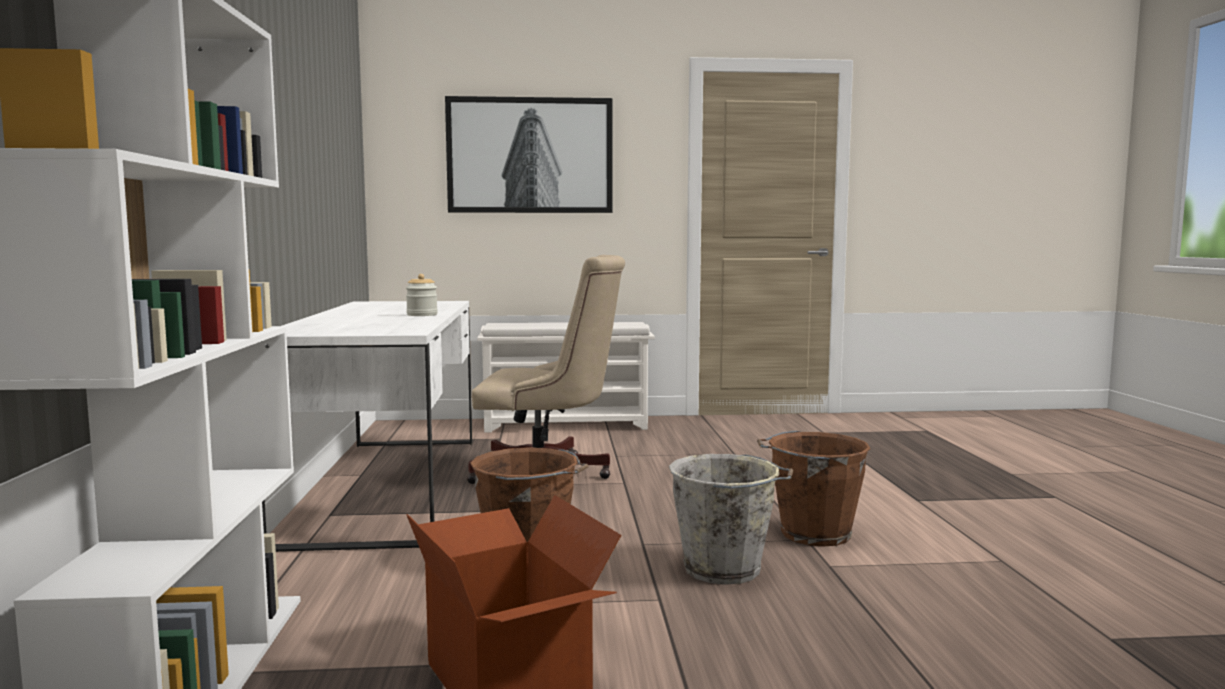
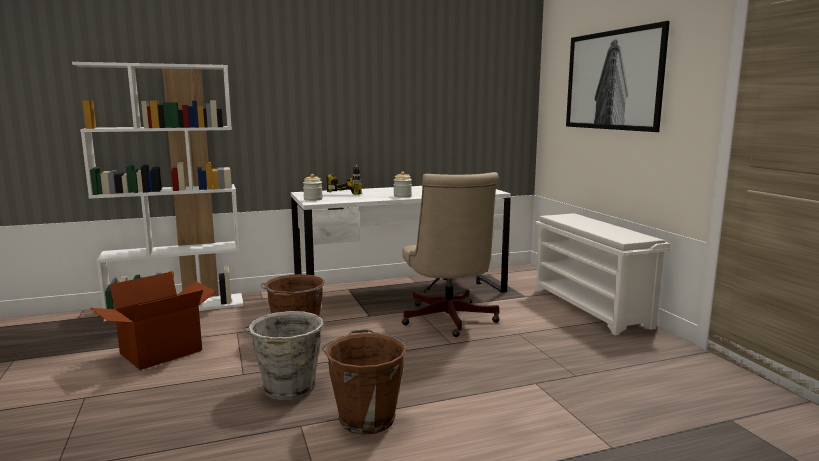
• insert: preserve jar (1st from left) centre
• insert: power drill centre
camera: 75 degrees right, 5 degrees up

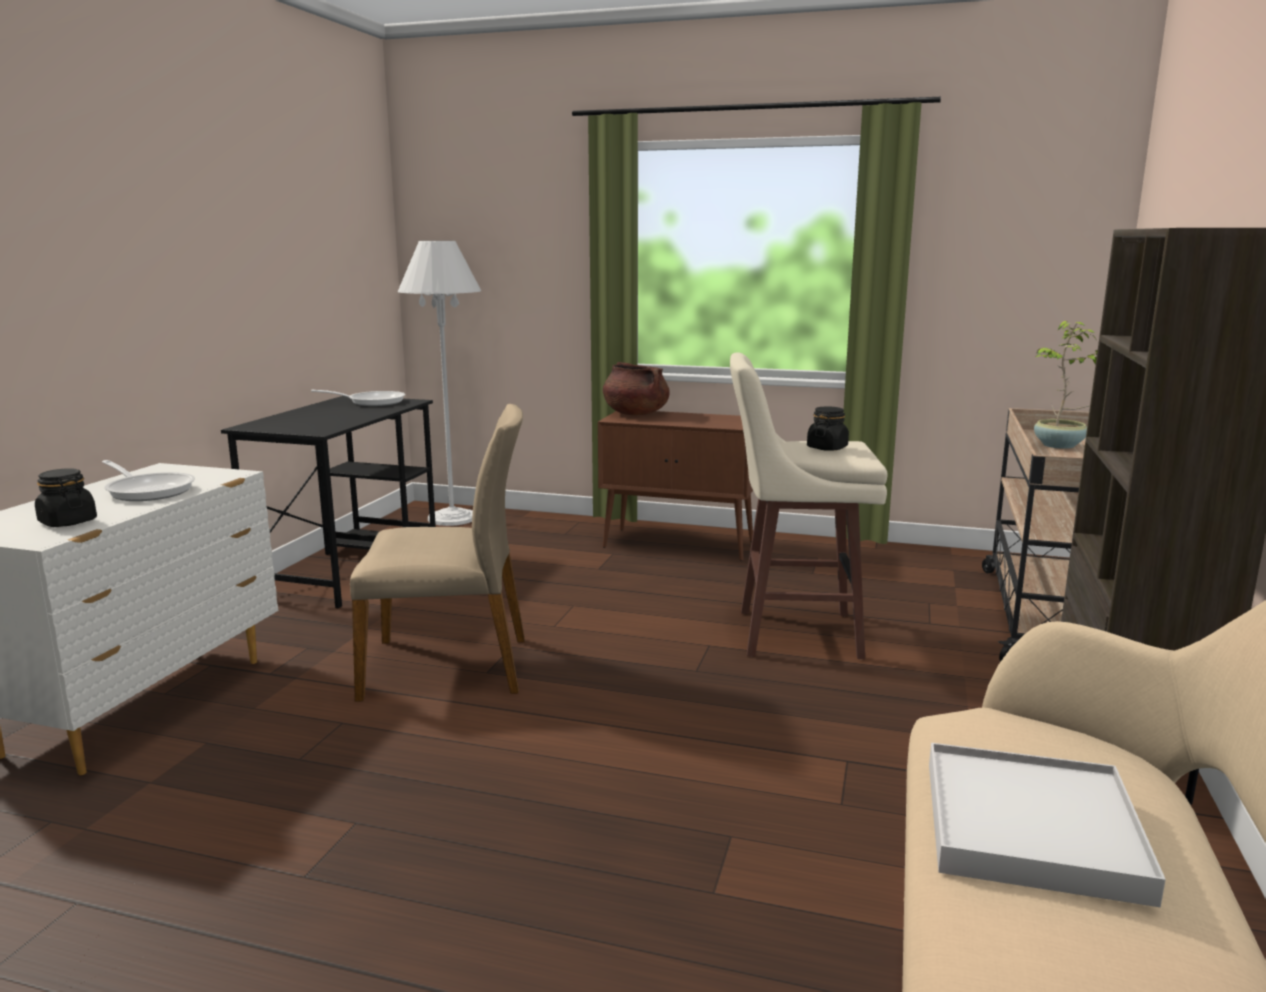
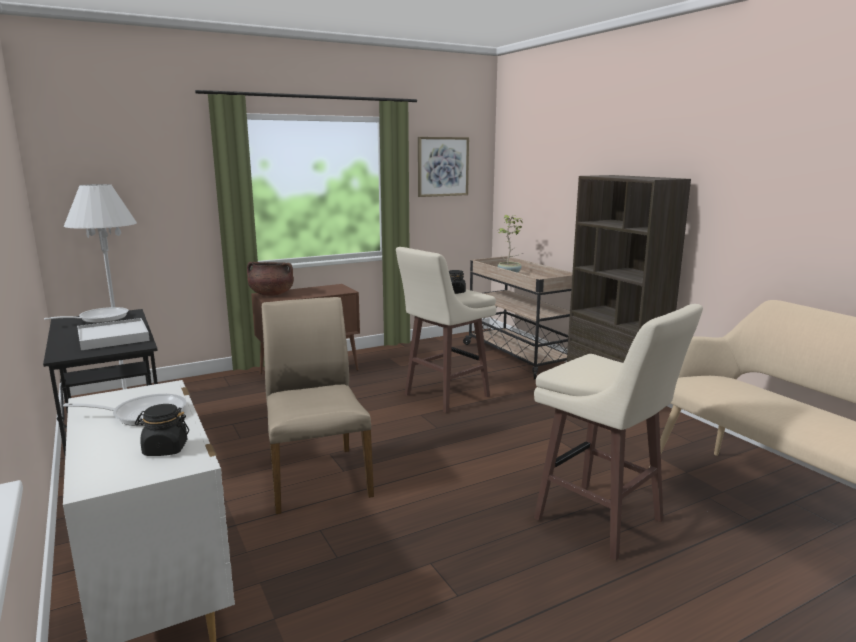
• rotate: upright chair/beige centre = centre 60 degrees counterclockwise
• move: tray/white bottom right to middle left
• insert: wall picture top centre
• insert: stool/beige (2nd from left) bottom right
camera: 45 degrees left, 0 degrees up

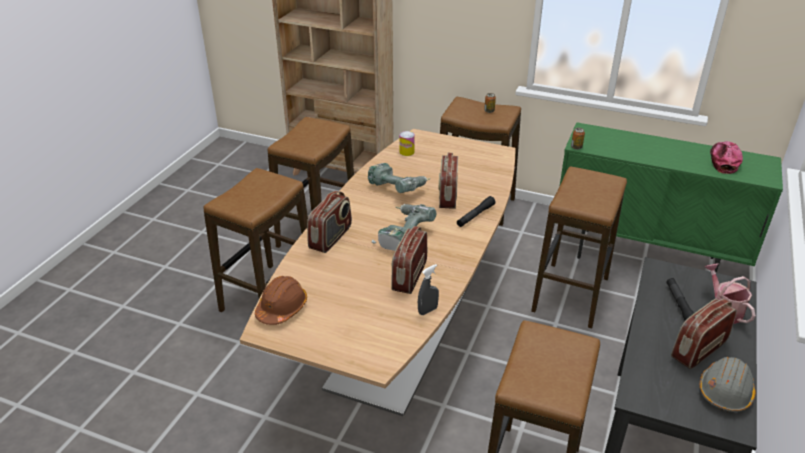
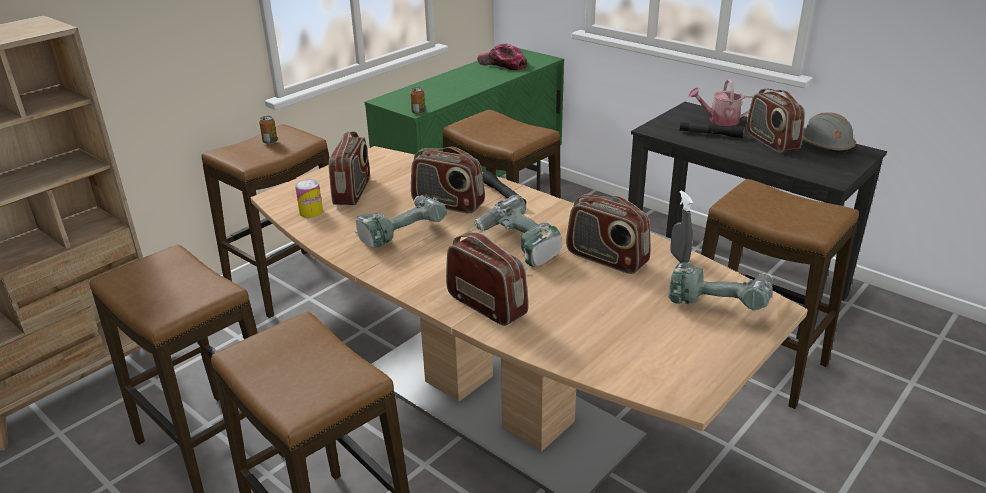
• delete: safety helmet/brown centre
• insert: radio (1st from left) centre
• insert: power drill (3rd from left) middle right
camera: 70 degrees left, 5 degrees down

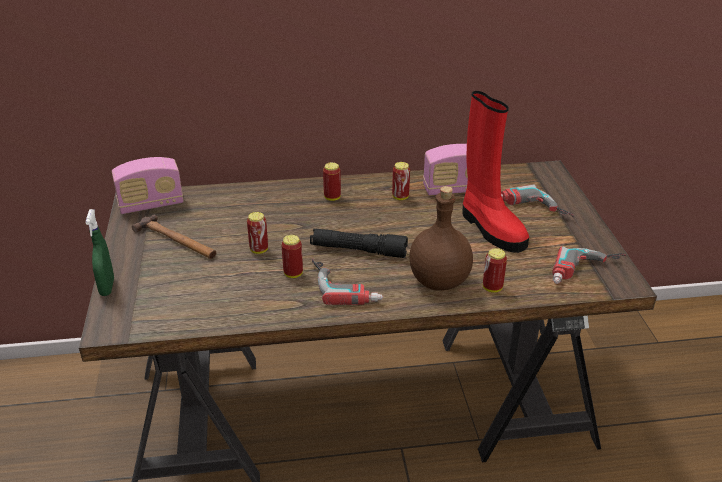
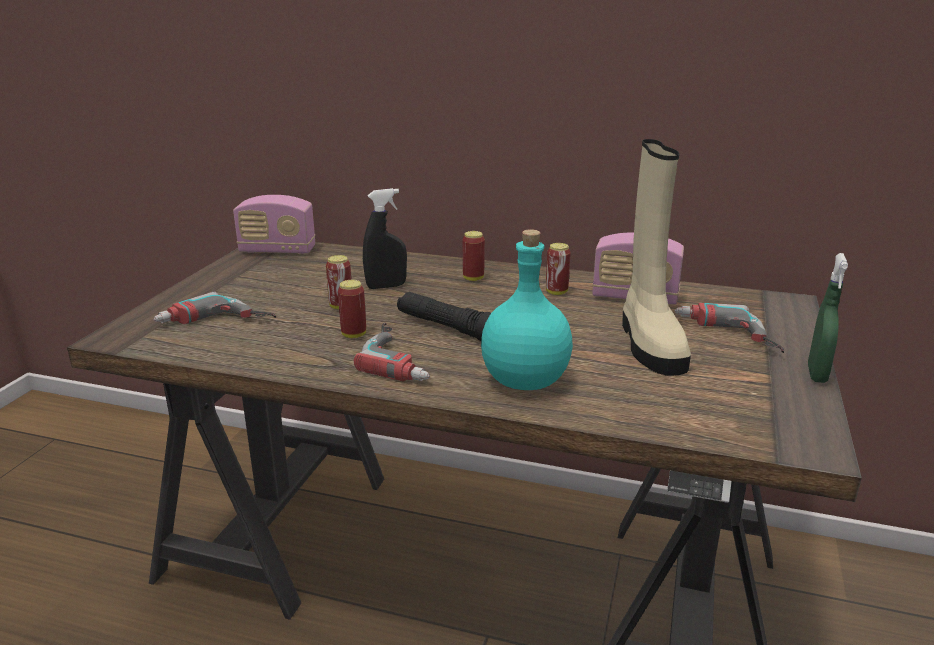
• move: sprayer/greenish middle left to middle right
• delete: hammer middle left
• recolor: bottle/brown centre to bottle/turquoise centre
• recolor: high-top boot/reddish middle right to high-top boot/beige middle right
• delete: sealed can (5th from left) middle right
• move: power drill (3rd from left in the first image) middle right to power drill (1st from left) middle left
• insert: sprayer/black centre
camera: 25 degrees right, 10 degrees down

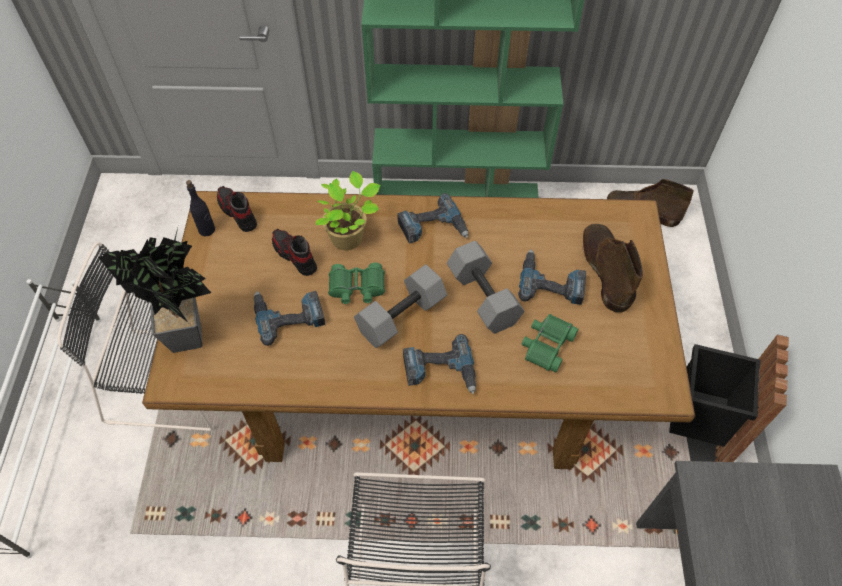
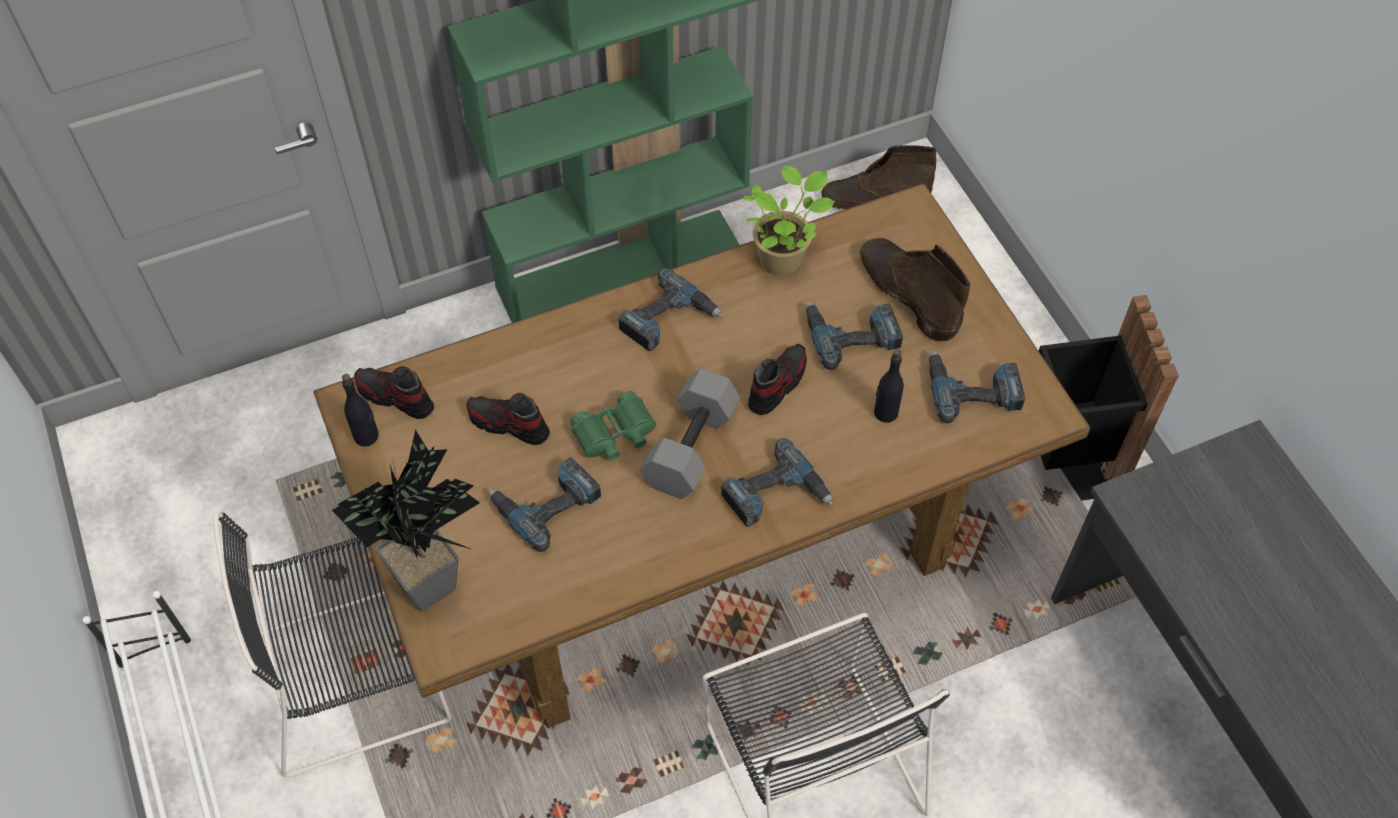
• move: potted plant (2nd from left) centre to top centre
• replace: hand weight/grey (2nd from left) centre to shoe (3rd from left) centre
• replace: pair of binoculars/greenish (2nd from left) centre to bottle/black (2nd from left) centre
• insert: power drill (5th from left) middle right
camera: 25 degrees left, 0 degrees up

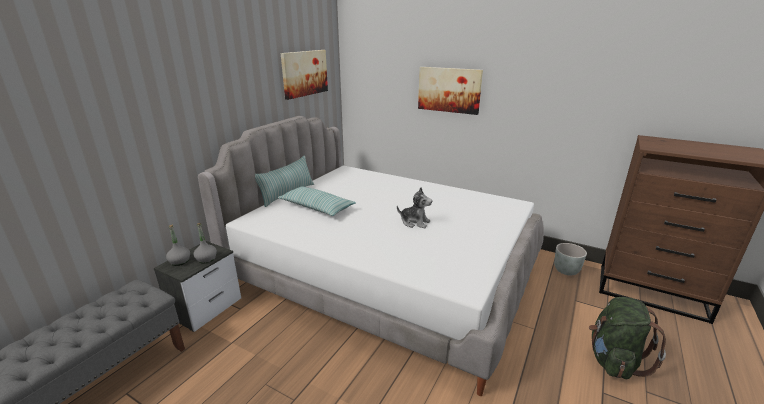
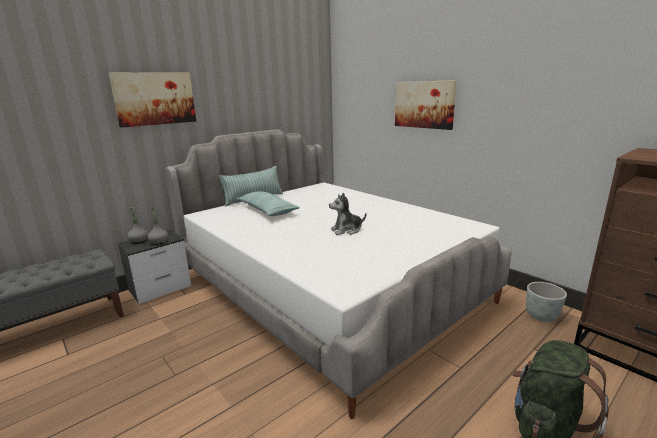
• move: wall picture (1st from left) top centre to top left
• rotate: plush toy centre = centre 120 degrees clockwise
camera: 20 degrees right, 5 degrees down

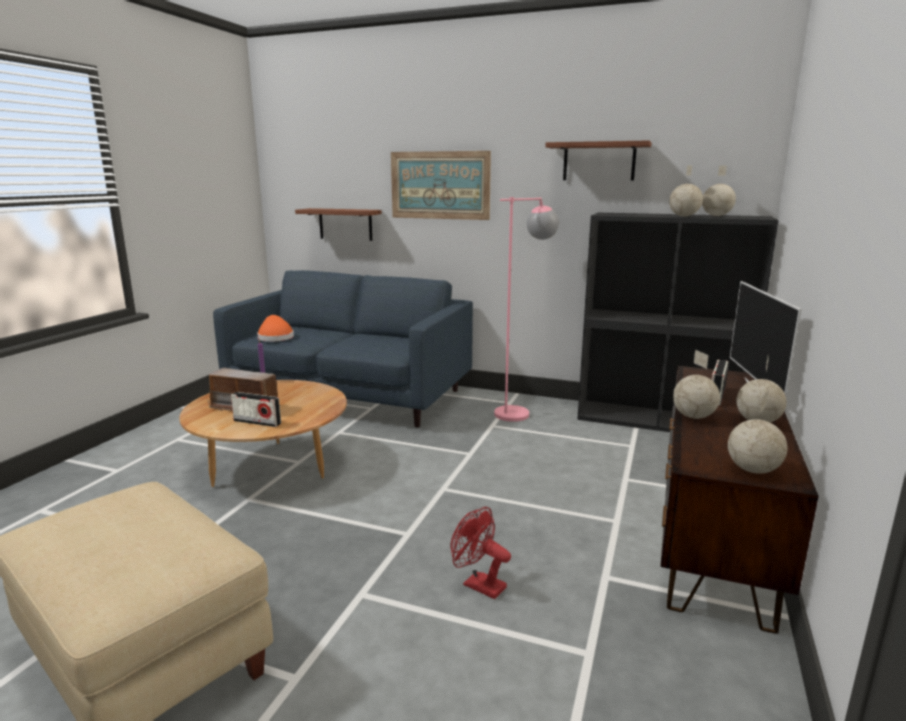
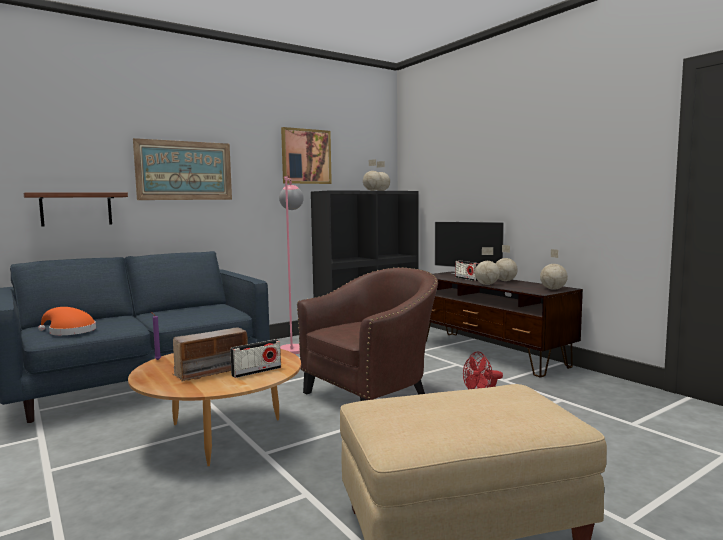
• replace: wall shelf (2nd from left) top centre to wall picture (2nd from left) top centre
• insert: armchair/brown centre
camera: 55 degrees left, 10 degrees down

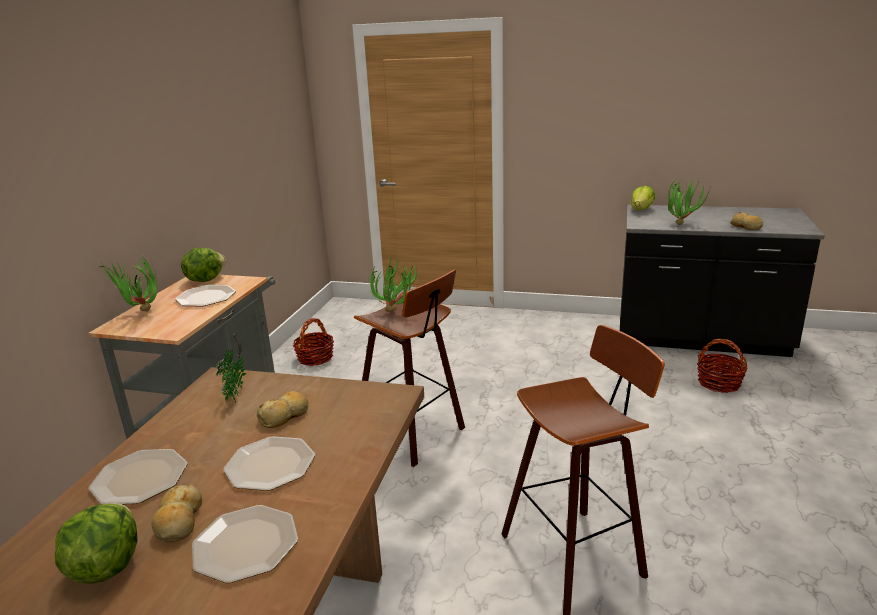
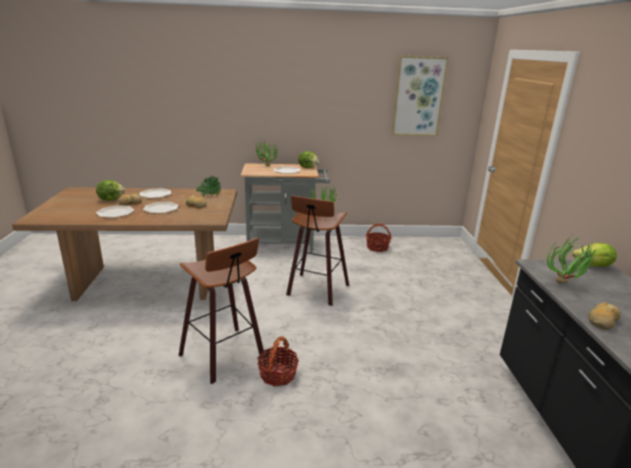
• move: basket (2nd from left in the first image) middle right to basket (1st from left) bottom centre
• insert: wall picture top centre
camera: 70 degrees right, 0 degrees up

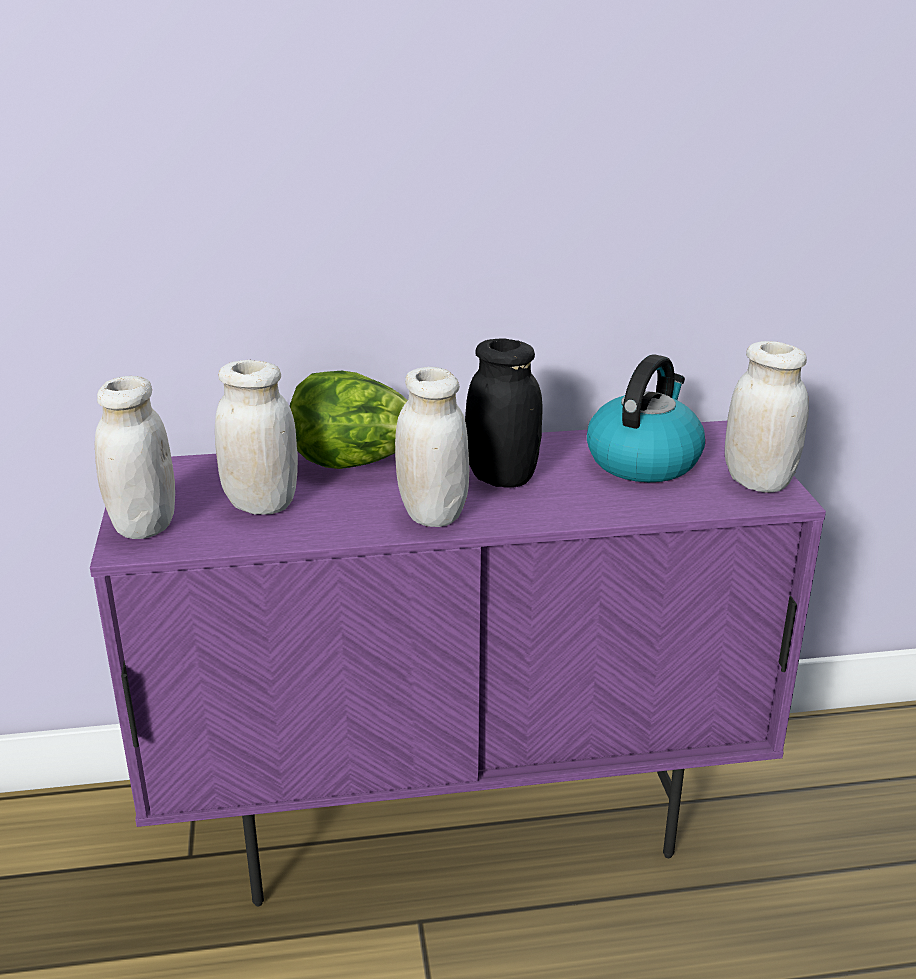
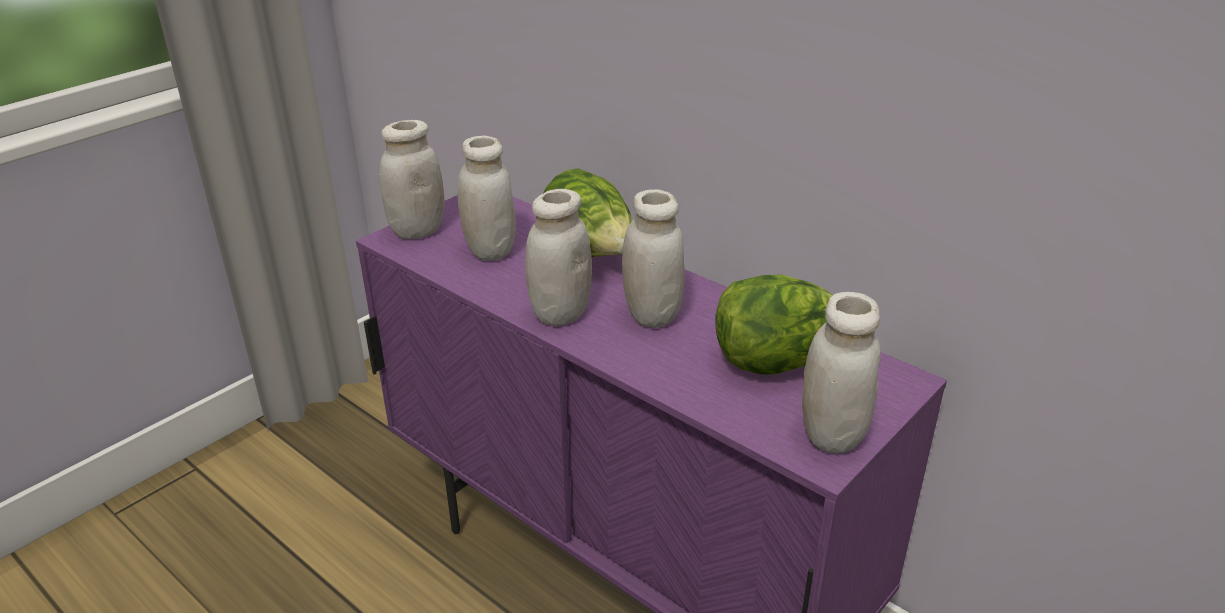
• recolor: preserve jar/black centre to preserve jar/white (4th from left) centre
• replace: kettle middle right to lettuce head (2nd from left) centre
camera: 50 degrees right, 5 degrees up

